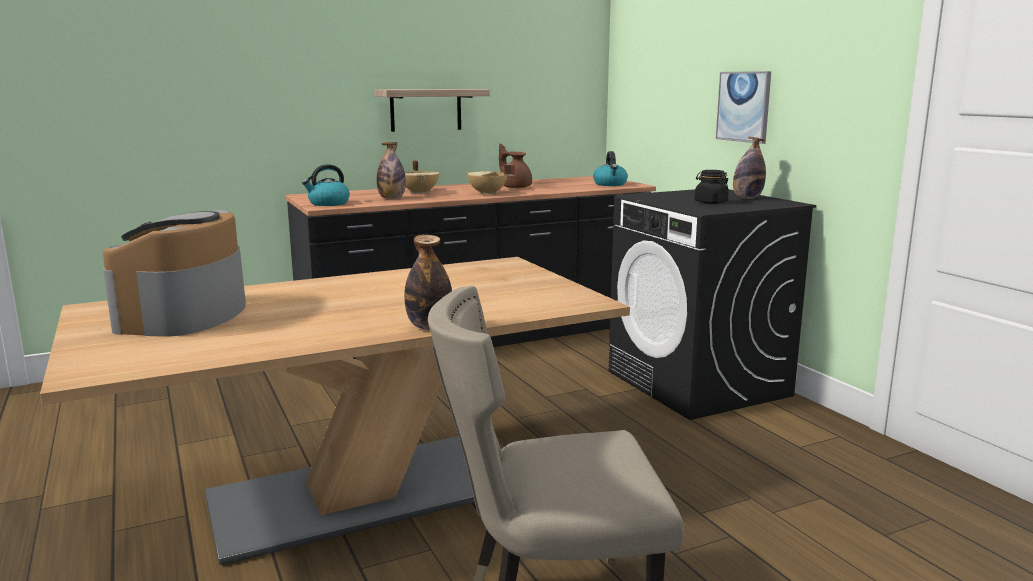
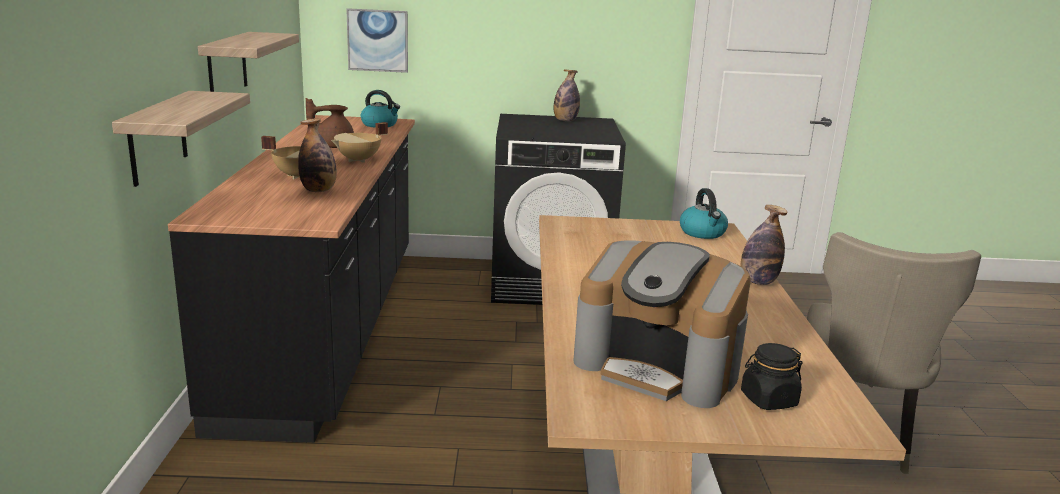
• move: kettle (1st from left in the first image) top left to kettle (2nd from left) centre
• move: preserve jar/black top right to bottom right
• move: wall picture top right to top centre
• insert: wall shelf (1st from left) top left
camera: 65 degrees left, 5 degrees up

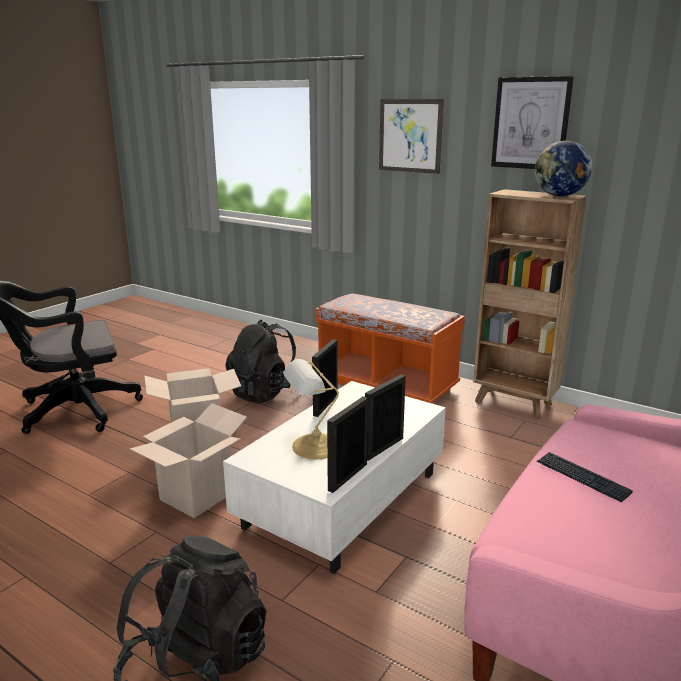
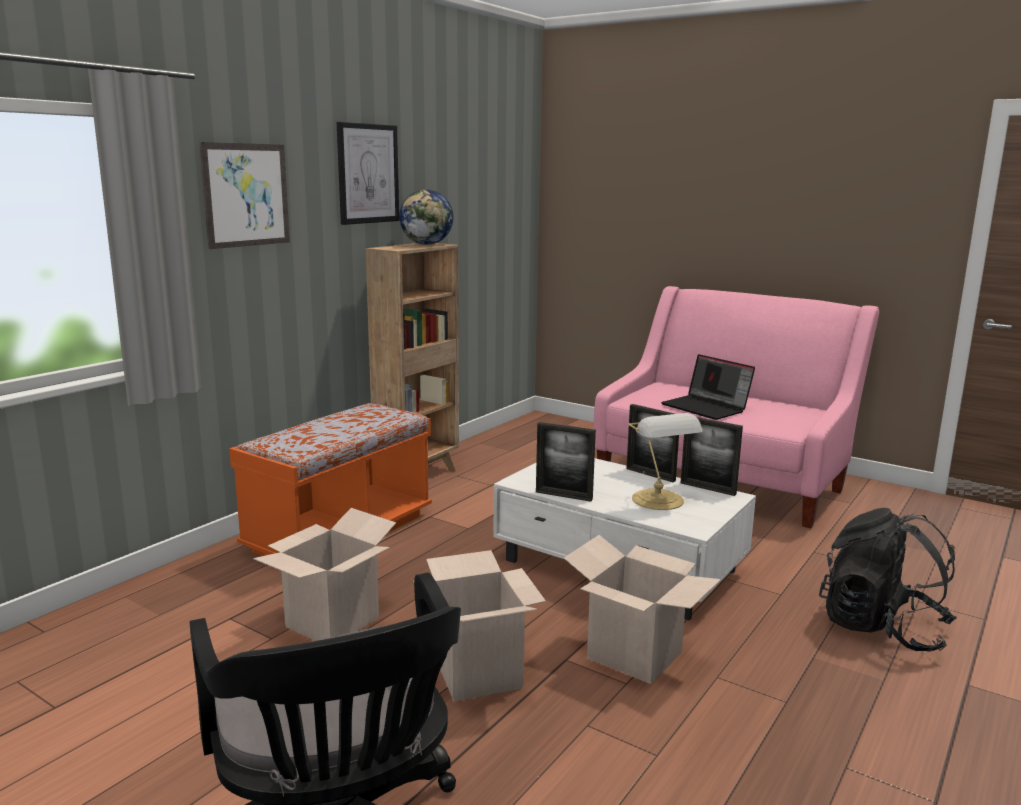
• replace: rucksack/black (2nd from left) centre to cardboard box (1st from left) bottom left
• replace: keyboard bottom right to portable computer middle right
camera: 90 degrees left, 5 degrees down

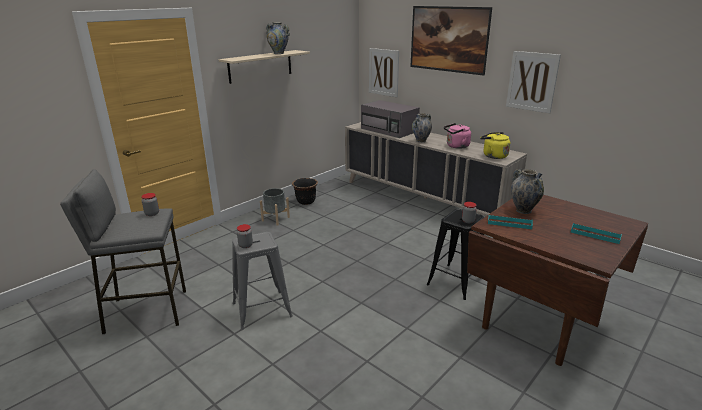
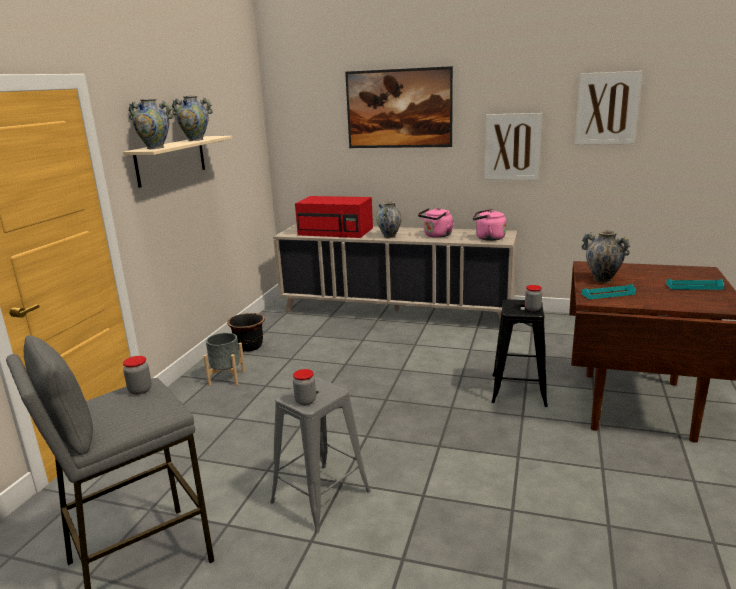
• recolor: kitchen microwave/grey top centre to kitchen microwave/reddish centre
• move: wall picture (1st from left in the first image) top centre to wall picture (3rd from left) top right
• recolor: kettle/yellow middle right to kettle/pink-coloured (2nd from left) centre
• insert: vase (1st from left) top left
camera: 25 degrees left, 5 degrees down

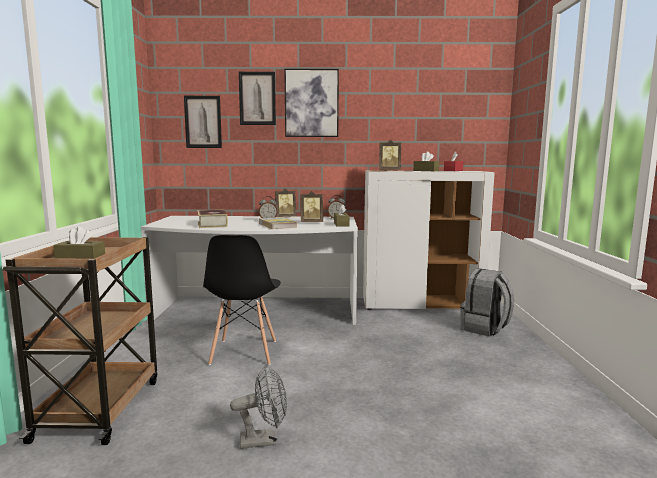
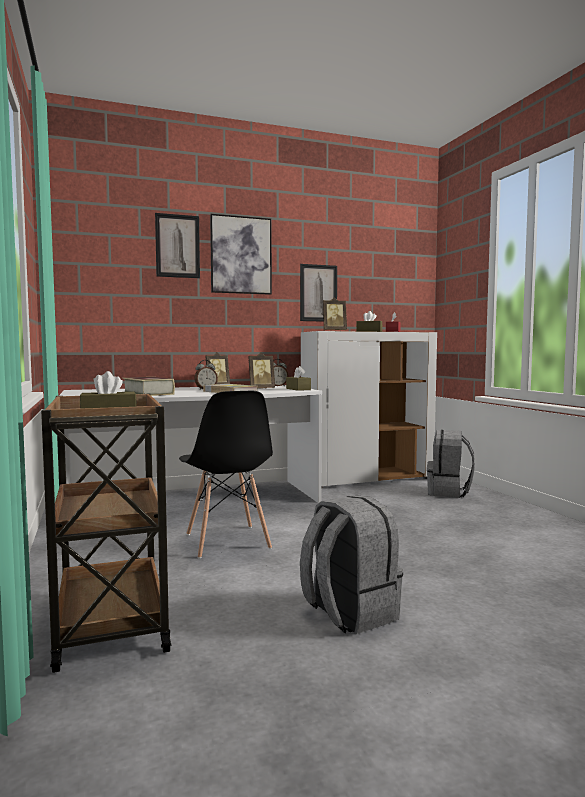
• move: wall picture (1st from left in the first image) top left to wall picture (3rd from left) centre
• replace: electric fan/grey bottom centre to rucksack/grey (1st from left) bottom centre
camera: 20 degrees left, 5 degrees down

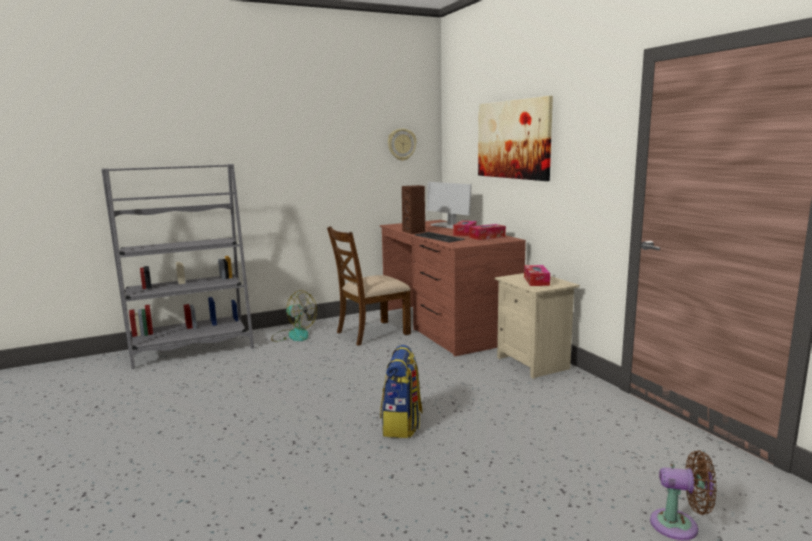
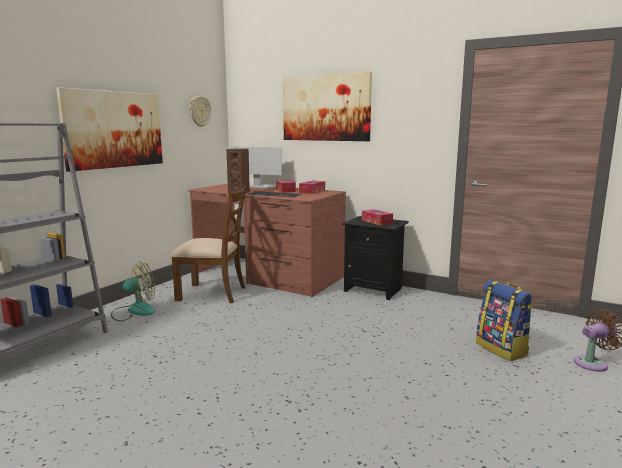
• rotate: upright chair/brown centre = centre 105 degrees counterclockwise
• move: rucksack bottom centre to bottom right
• recolor: nightstand/beige centre to nightstand/black centre
• insert: wall picture (1st from left) top left
camera: 35 degrees left, 0 degrees up

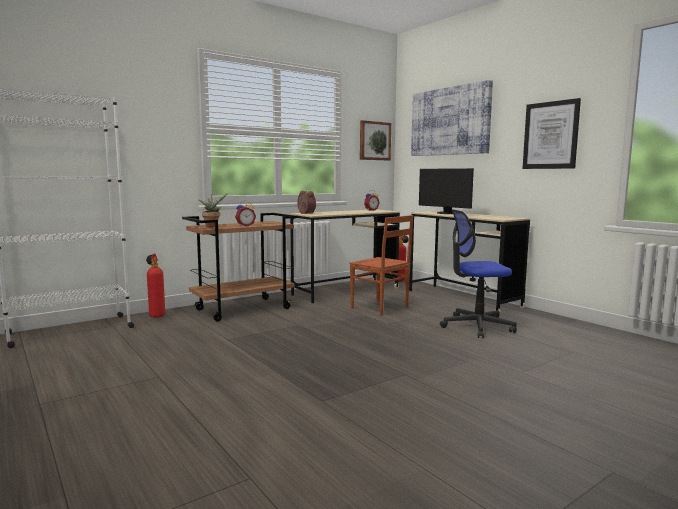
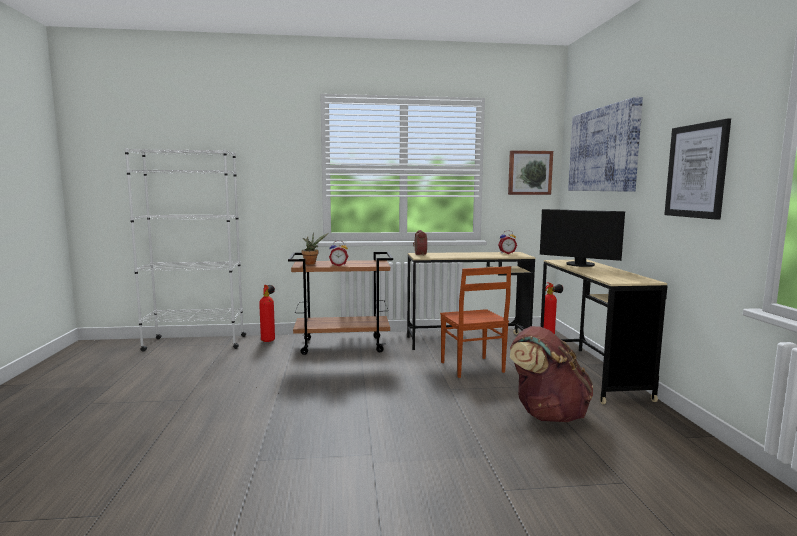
• rotate: monitor centre = middle right 45 degrees counterclockwise
• replace: desk chair middle right to rucksack/brown bottom right
camera: 30 degrees right, 0 degrees up

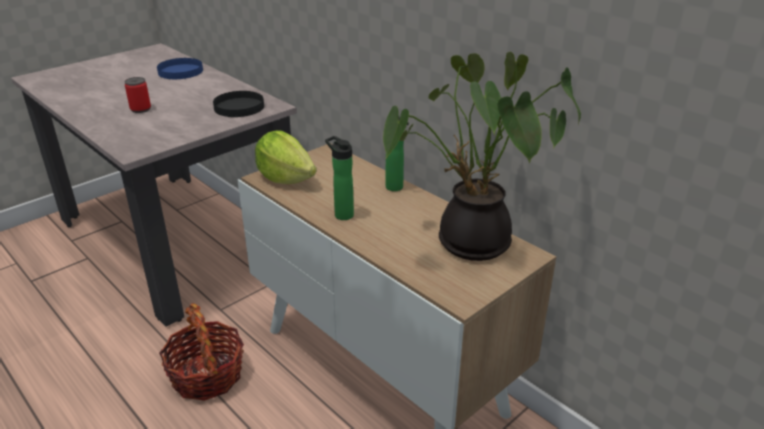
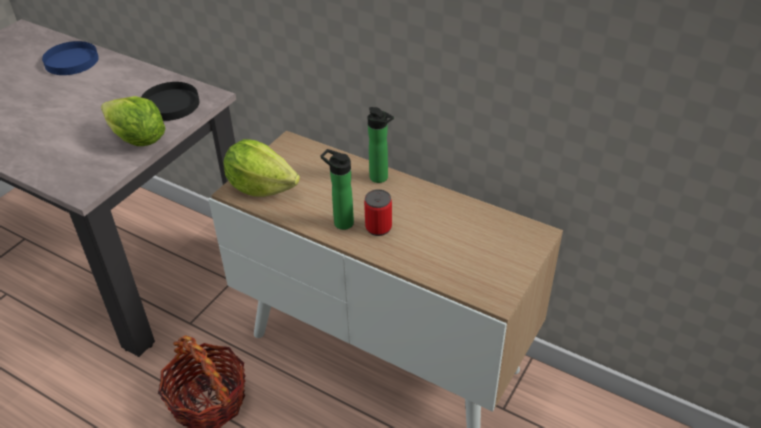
• move: sealed can top left to centre
• delete: potted plant centre
• insert: lettuce head (1st from left) top left
camera: 15 degrees left, 10 degrees up

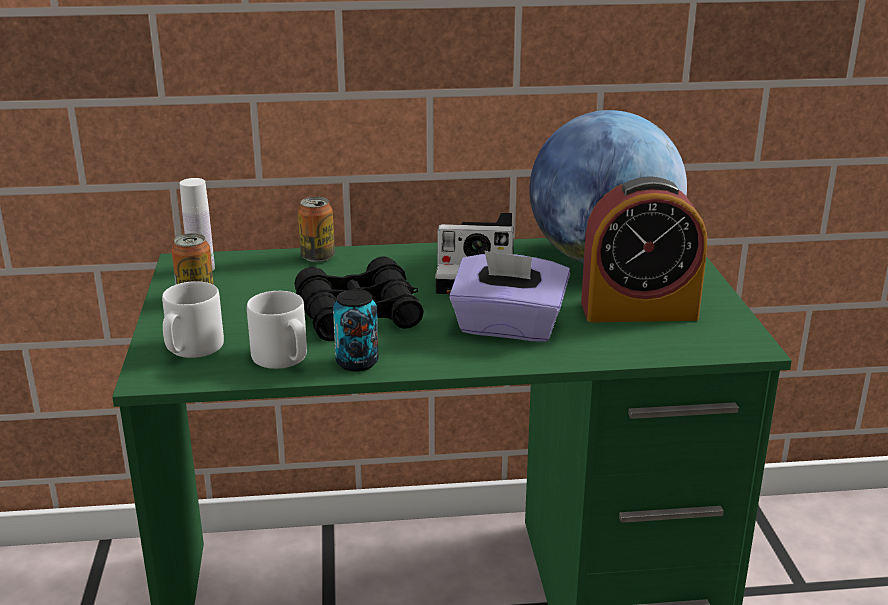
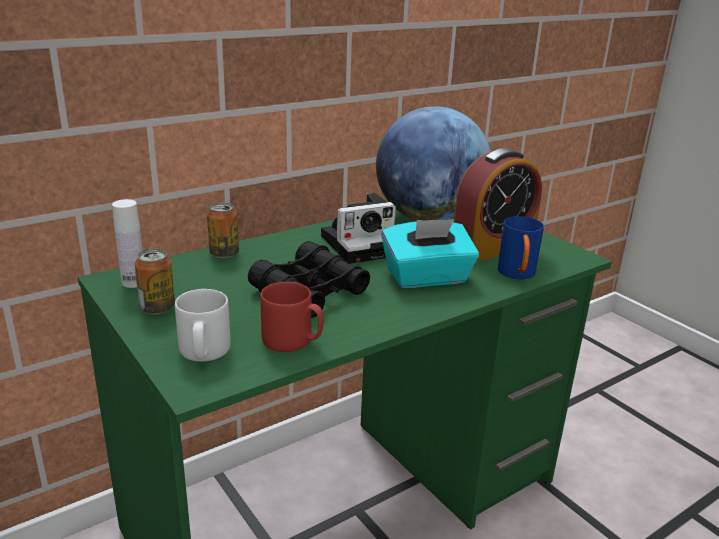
• recolor: tea mug/grey (2nd from left) middle left to tea mug/reddish centre
• delete: sealed can (3rd from left) centre
• recolor: tissue box/purple-coloured centre to tissue box/turquoise centre
• insert: tea mug/bluish middle right
camera: 30 degrees left, 0 degrees up

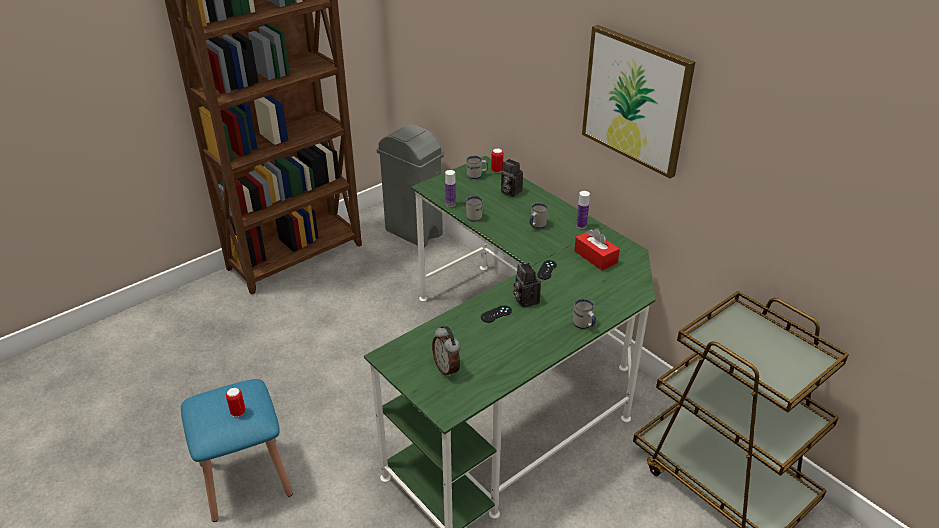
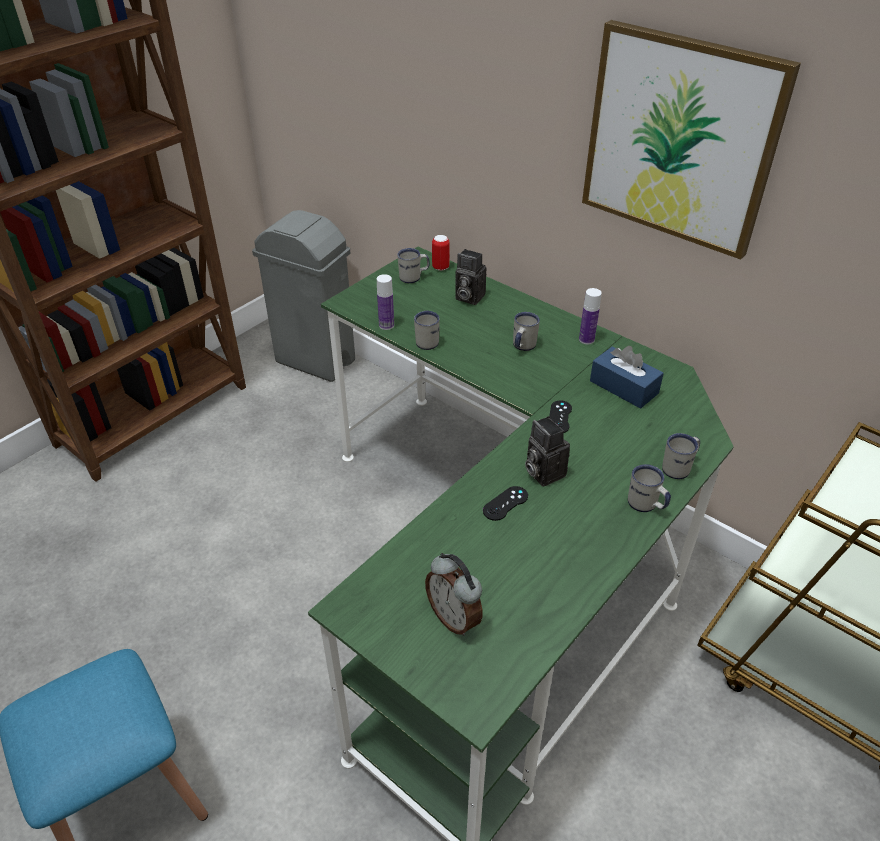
• delete: sealed can (1st from left) bottom left
• recolor: tissue box/reddish centre to tissue box/bluish middle right
• insert: tea mug/white (5th from left) middle right
camera: 10 degrees left, 5 degrees up

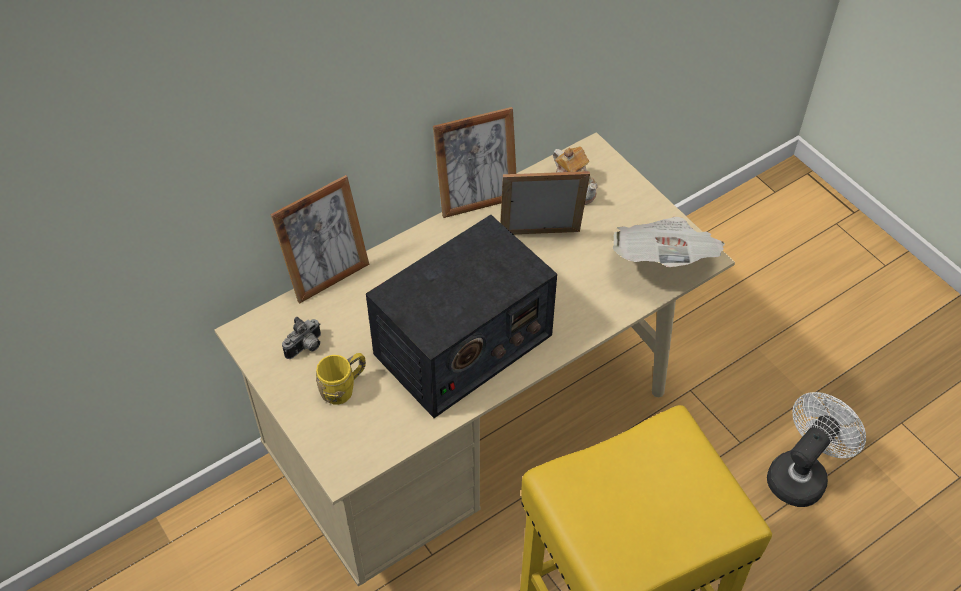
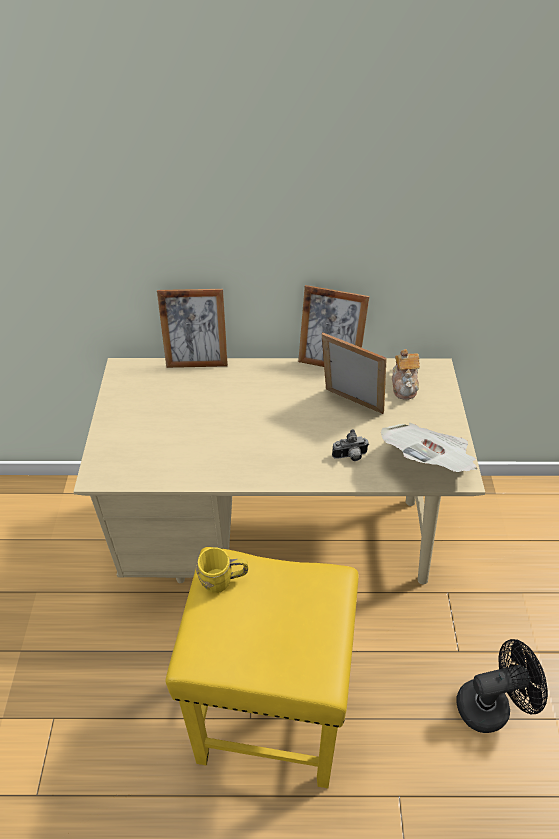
• move: photo camera middle left to centre
• move: tea mug/yellow centre to bottom centre
• delete: radio centre
• recolor: electric fan/white bottom right to electric fan/black bottom right
camera: 35 degrees right, 5 degrees down

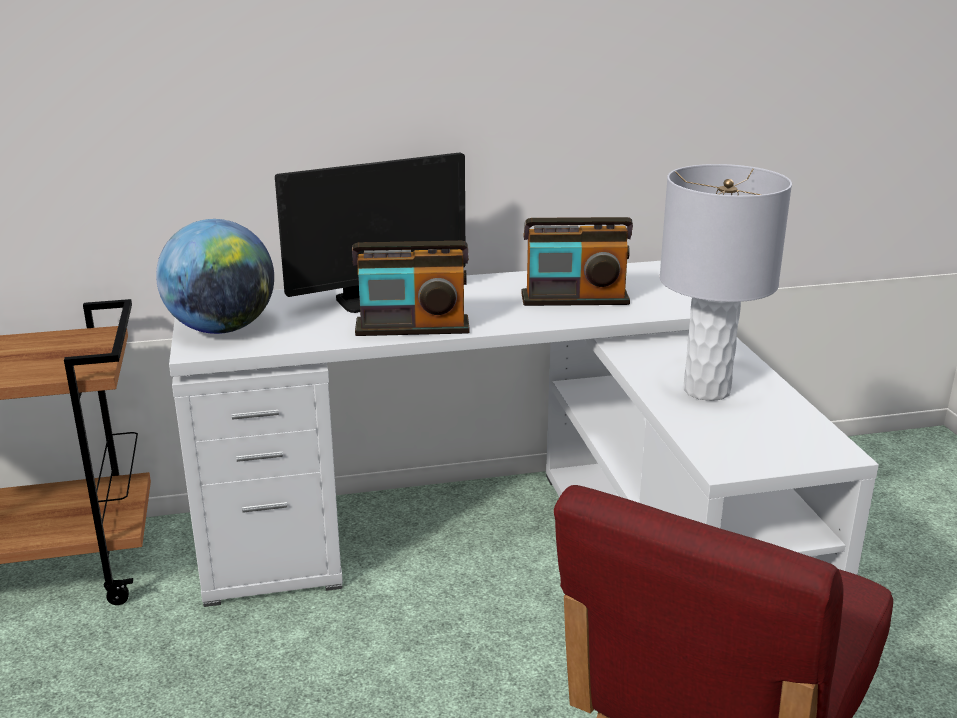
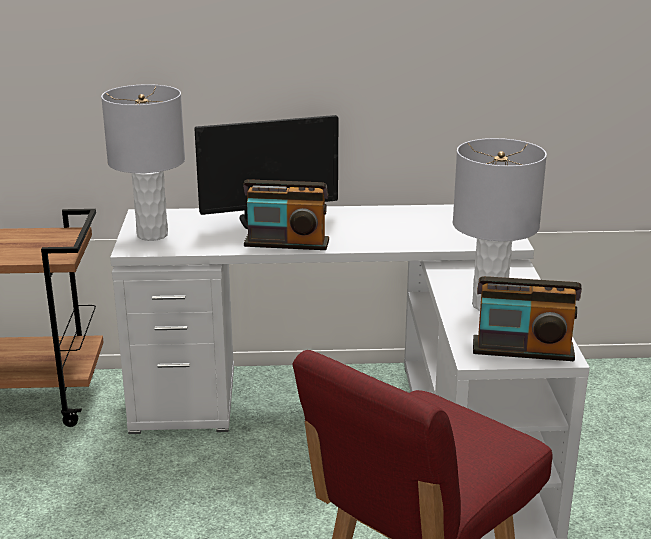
• replace: globe middle left to lamp for a table/grey (1st from left) top left
• move: radio (2nd from left) centre to middle right
camera: 10 degrees right, 0 degrees up

